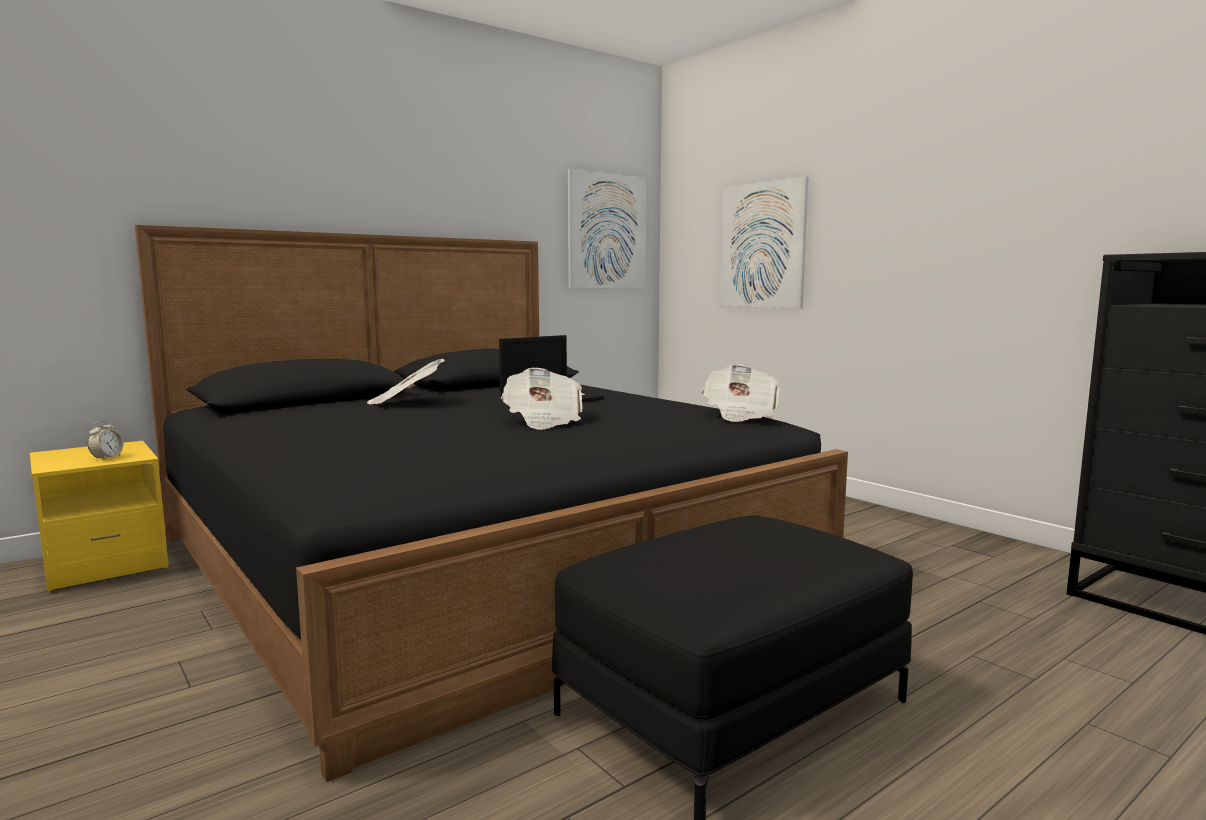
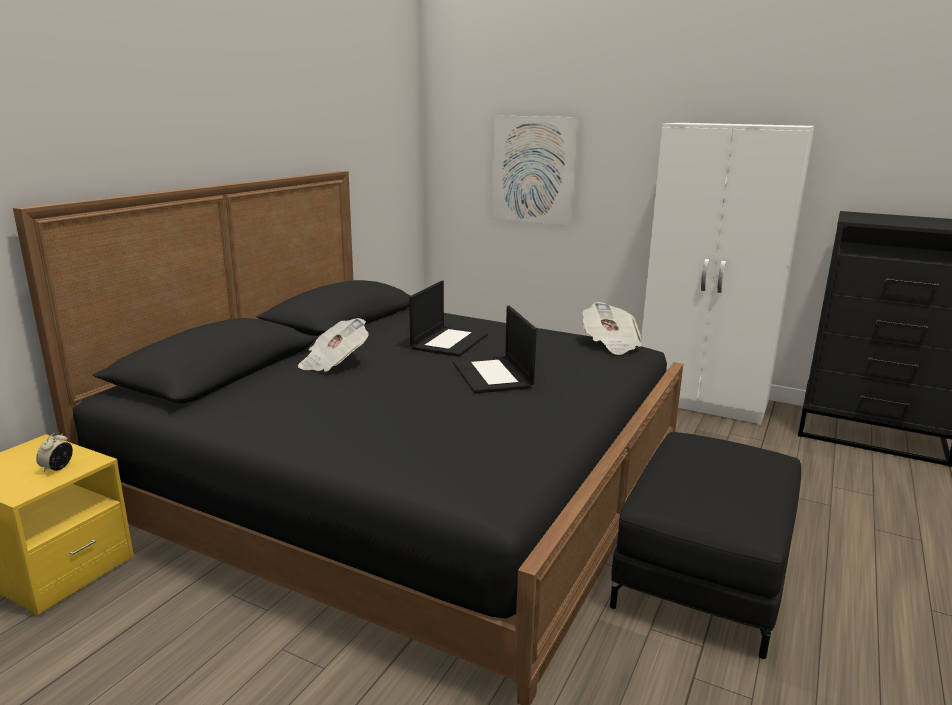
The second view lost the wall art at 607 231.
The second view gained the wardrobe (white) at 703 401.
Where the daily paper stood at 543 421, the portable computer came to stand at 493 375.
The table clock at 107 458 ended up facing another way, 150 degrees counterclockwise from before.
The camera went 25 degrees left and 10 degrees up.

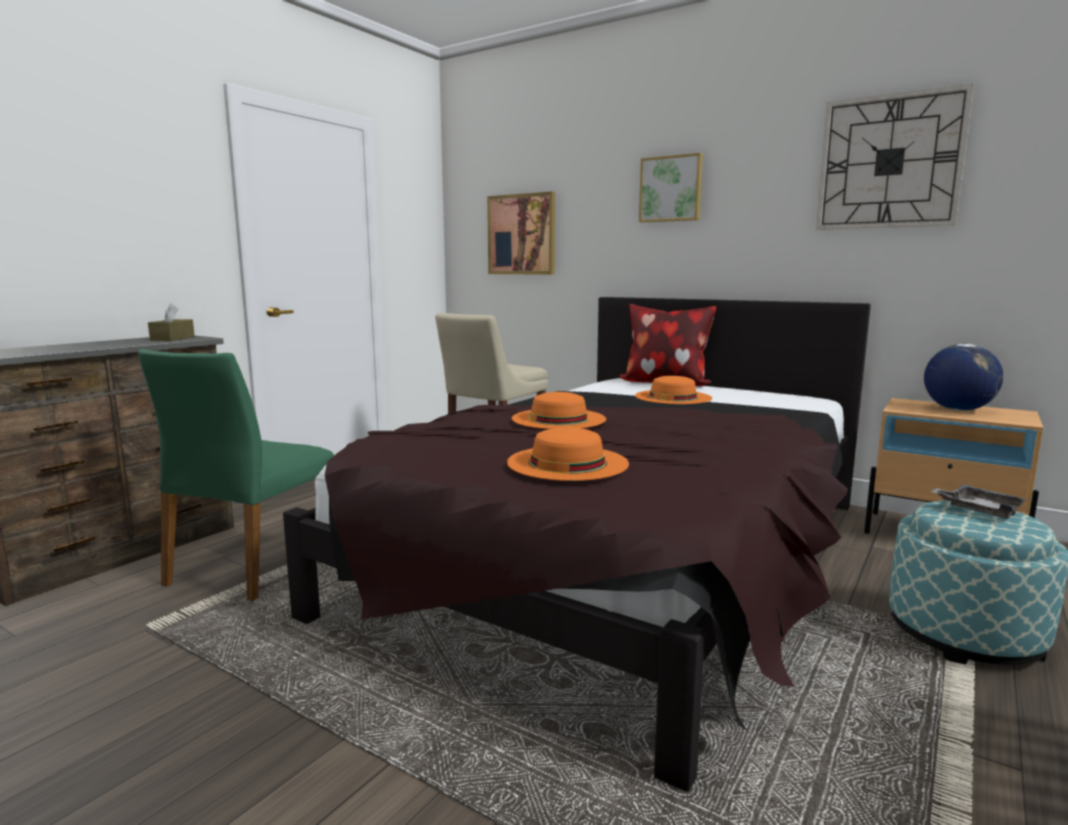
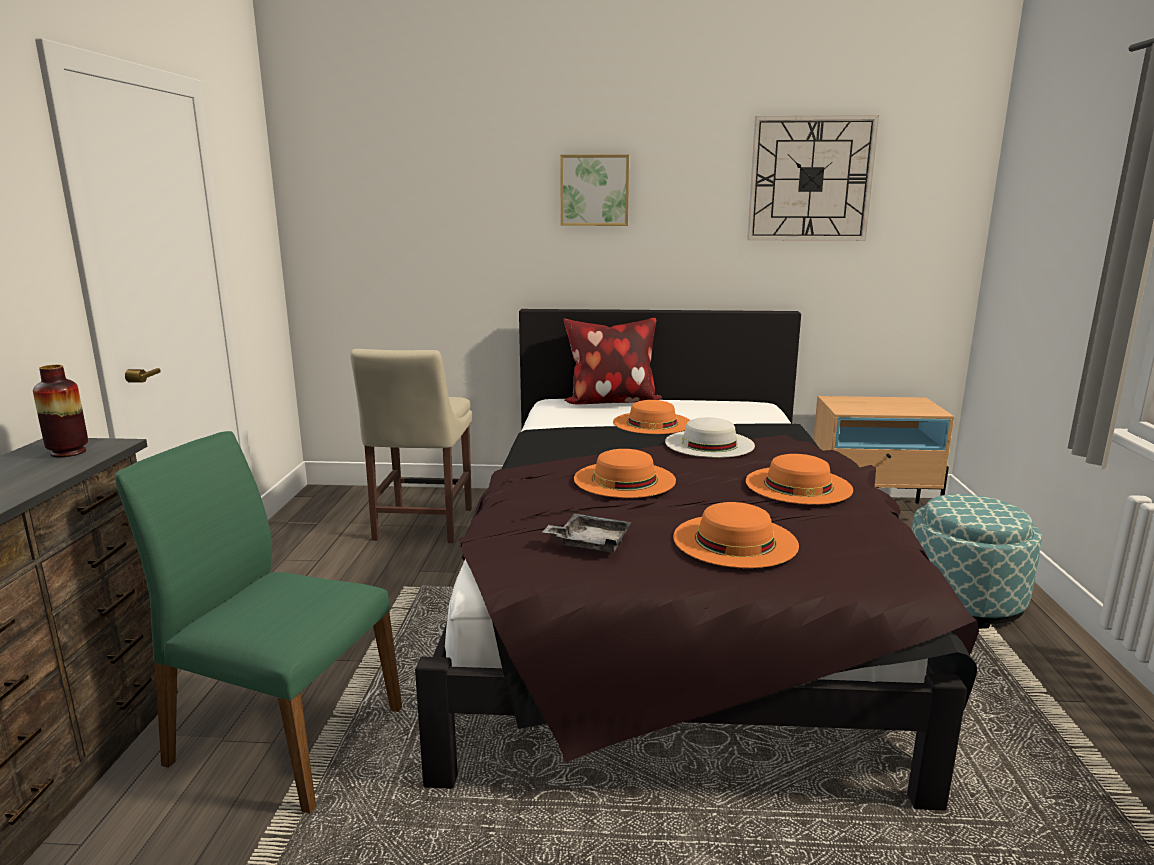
The second view lost the wall art at 522 234.
The second view lost the world globe at 957 410.
The second view gained the wearable hat (white) at 709 443.
The second view gained the wearable hat (orange) at 798 485.
The carrying tray (gray) ended up elsewhere, having gone from 979 510 to 590 543.
Where the box of tissues (brown) stood at 172 338, the vase came to stand at 68 452.
The upright chair (green-coloured) at 254 565 ended up facing another way, 120 degrees clockwise from before.
The camera went 30 degrees left and 5 degrees up.

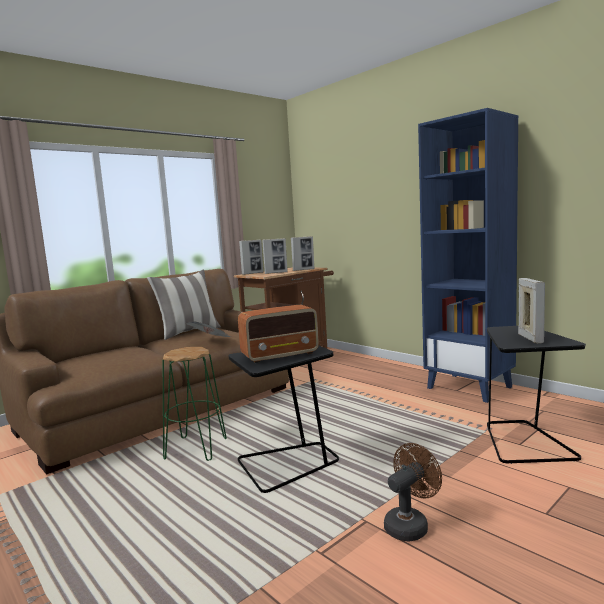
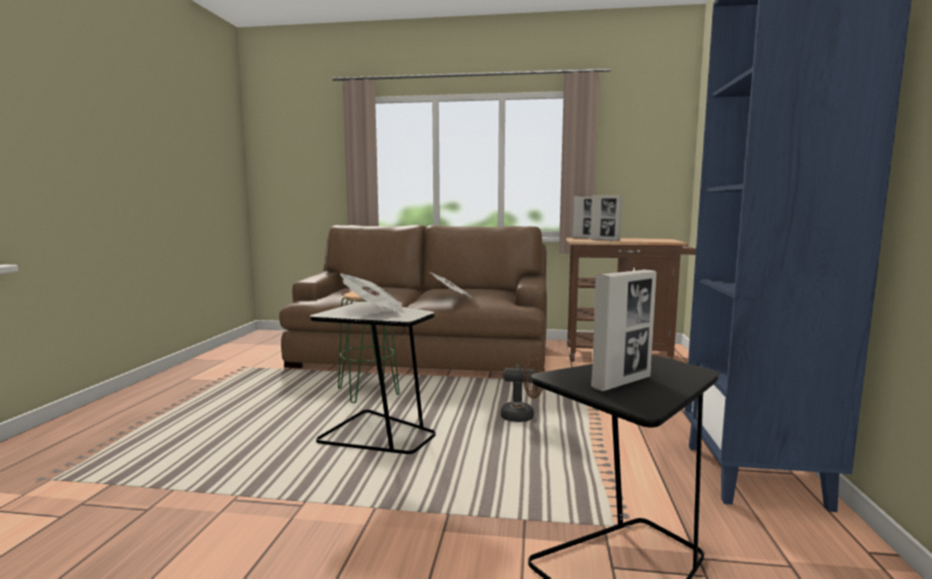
The second view lost the cushion at 188 332.
The second view lost the standing frame at 303 270.
The cooling fan (brown) ended up elsewhere, having gone from 410 524 to 523 416.
Where the radio set stood at 281 355, the daily paper came to stand at 375 311.
The camera went 50 degrees right and 0 degrees up.

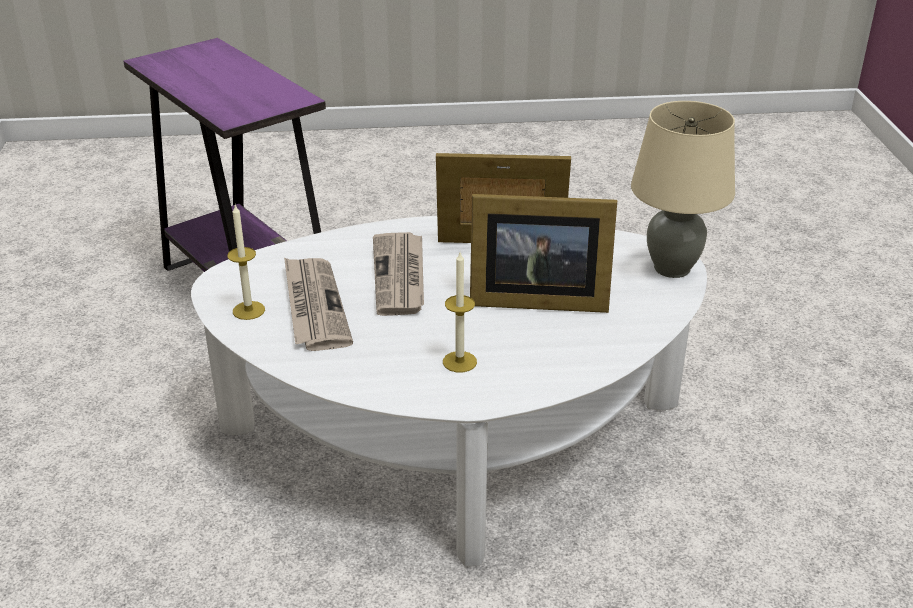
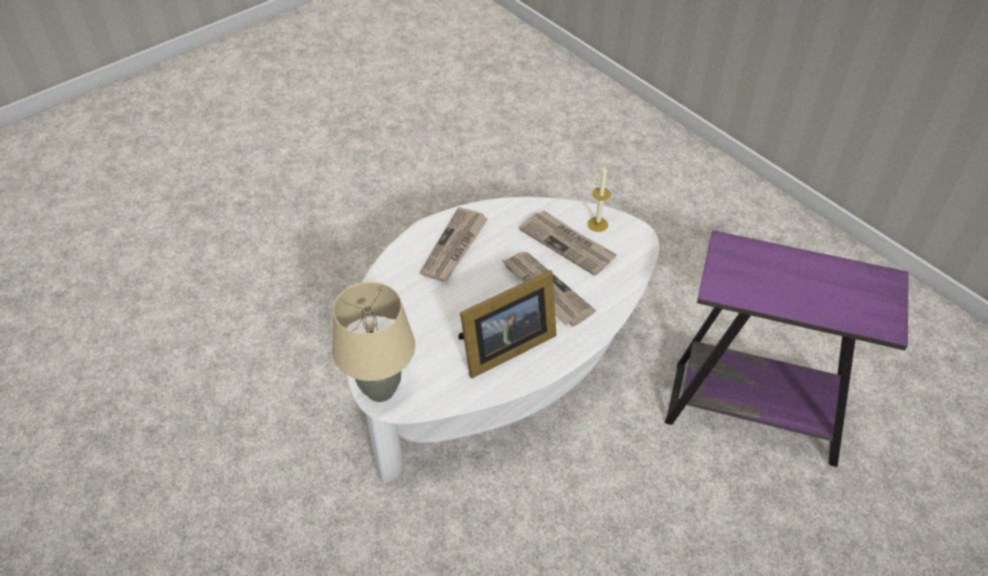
The second view lost the standing frame at 534 298.
Where the wax candle stood at 459 362, the daily paper came to stand at 454 247.
The camera went 145 degrees right and 15 degrees up.

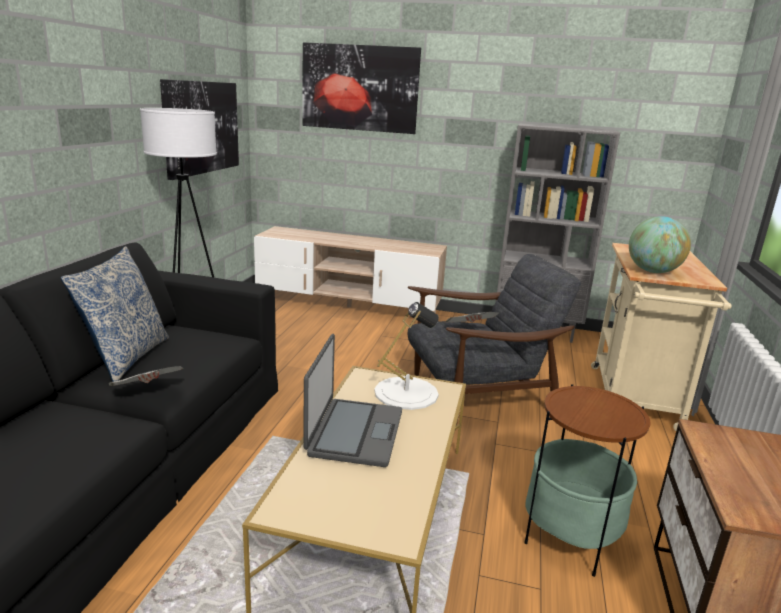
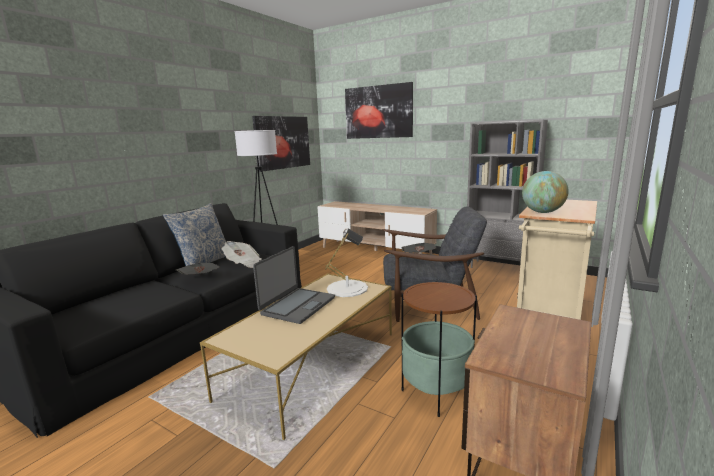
The second view gained the daily paper at 243 263.
The camera went 20 degrees right and 5 degrees down.

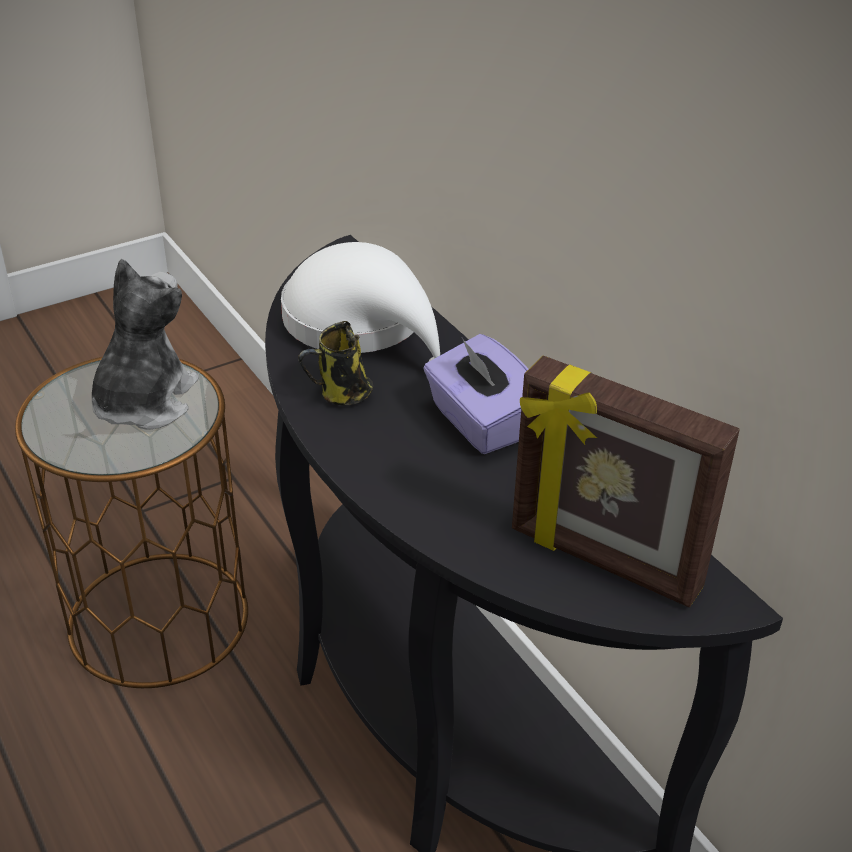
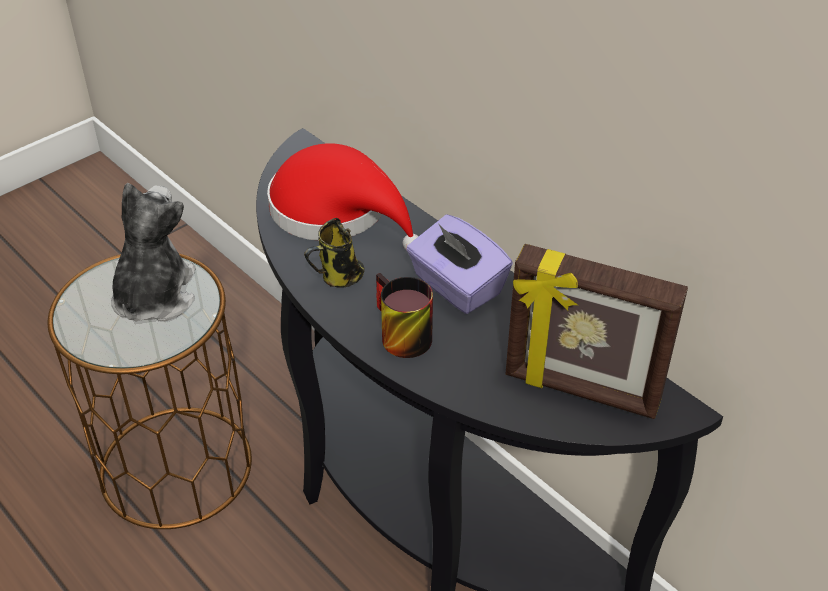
The second view gained the coffee mug at 397 336.
What was the wearable hat (white) at 362 324 turned into the wearable hat (reddish) at 337 211.
The camera went 10 degrees left and 5 degrees up.

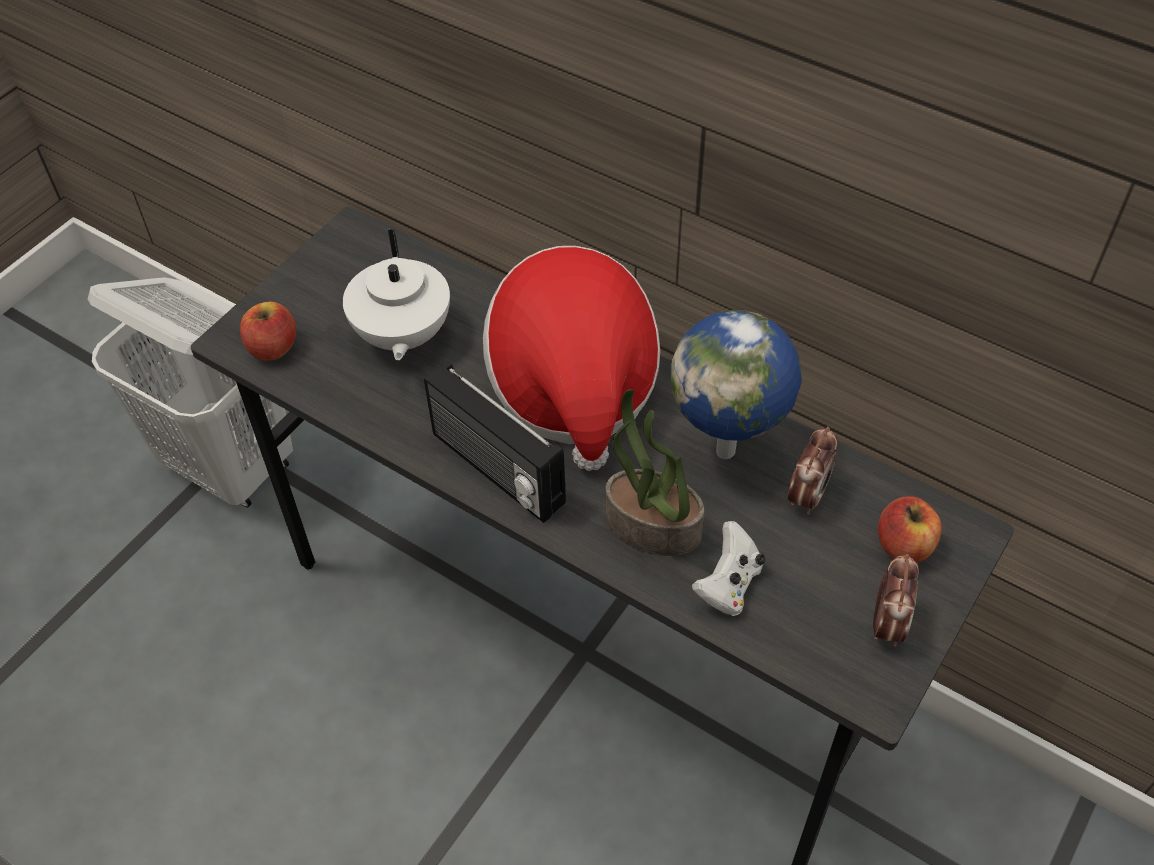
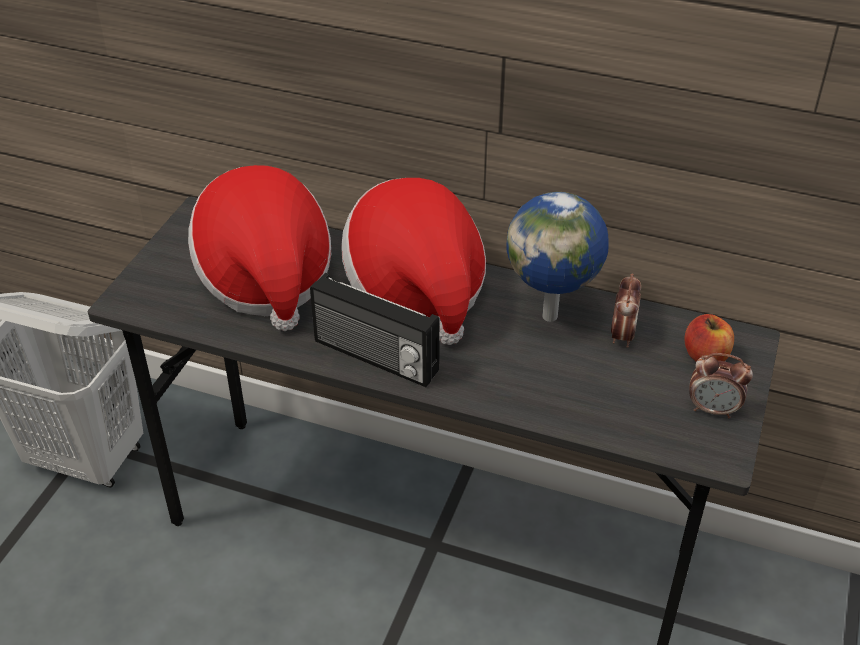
The second view lost the apple fruit at 272 347.
The second view lost the potted plant at 651 527.
The second view lost the game controller (white) at 728 585.
Where the pot for tea (white) stood at 402 336, the wearable hat came to stand at 265 278.
The table clock at 887 624 ended up facing another way, 105 degrees clockwise from before.
The camera went 15 degrees left and 10 degrees down.

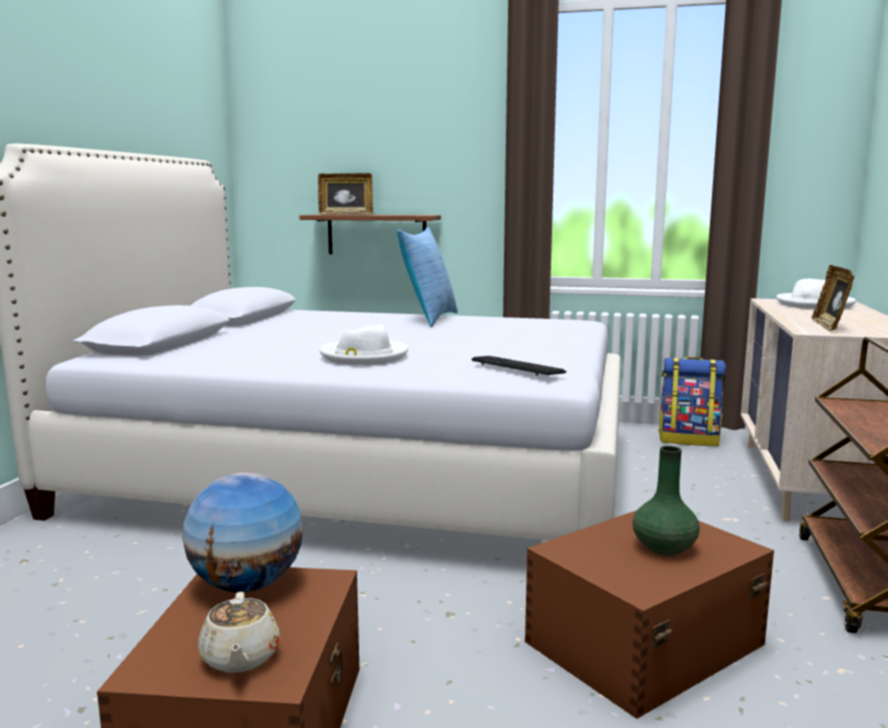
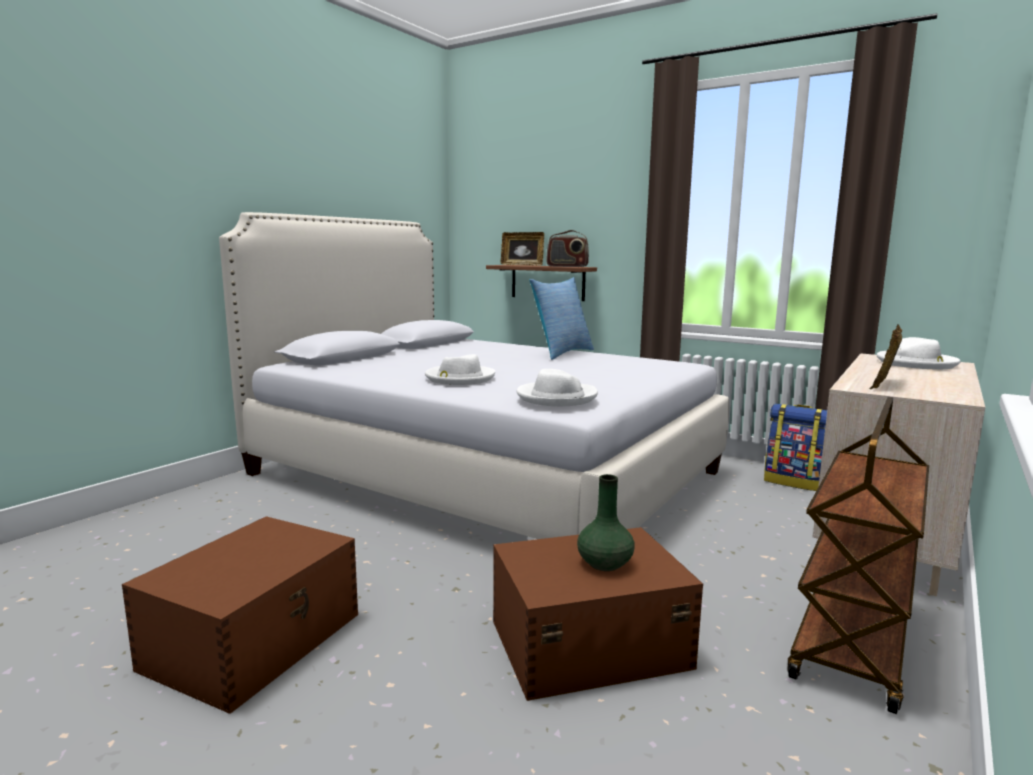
The second view lost the world globe at 246 585.
The second view lost the pot for tea (beige-coloured) at 240 658.
The second view gained the radio set at 567 266.
Where the computer keyboard stood at 517 368, the wearable hat (white) came to stand at 556 397.
The camera went 20 degrees right and 0 degrees up.

